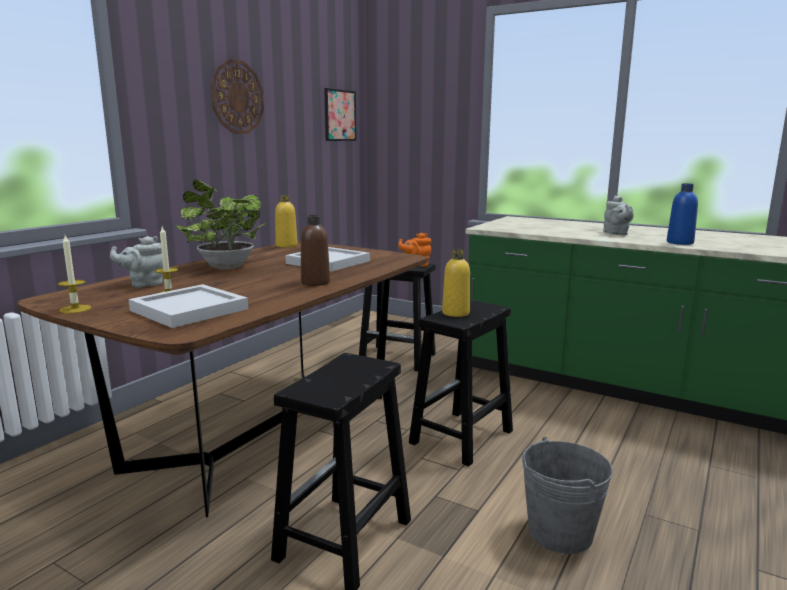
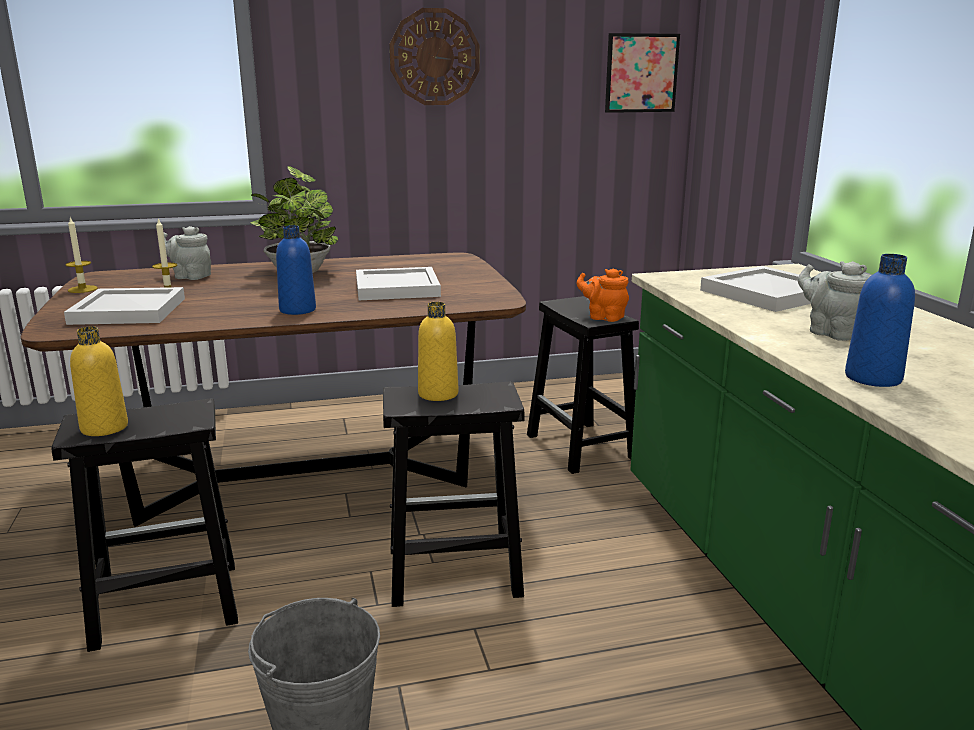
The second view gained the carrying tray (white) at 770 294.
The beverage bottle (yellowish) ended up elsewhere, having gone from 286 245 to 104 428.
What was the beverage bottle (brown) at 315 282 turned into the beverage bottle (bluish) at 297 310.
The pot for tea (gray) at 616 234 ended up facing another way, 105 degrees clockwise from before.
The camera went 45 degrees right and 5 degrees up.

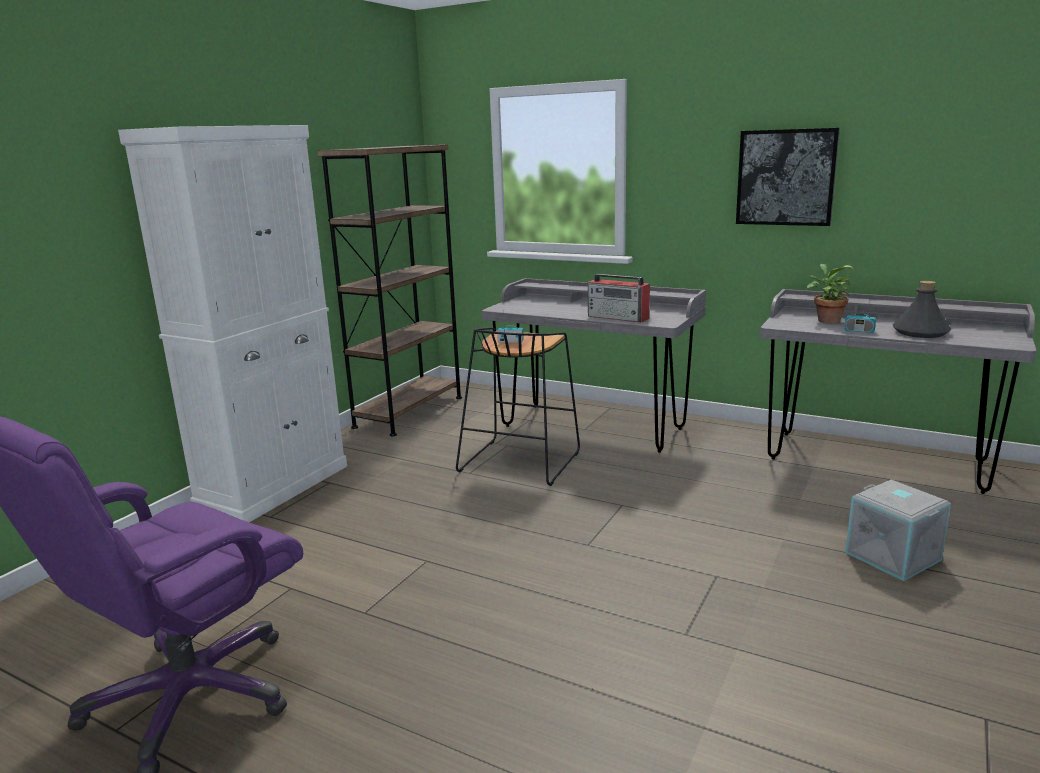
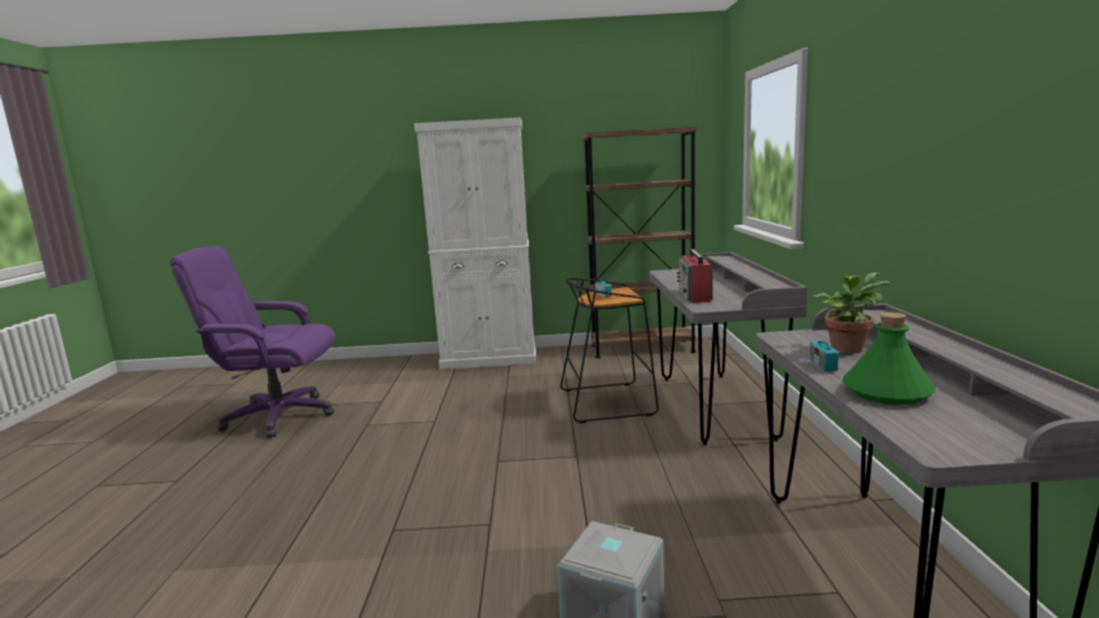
The second view lost the wall art at 786 177.
What was the beverage bottle (gray) at 920 332 turned into the beverage bottle (green-coloured) at 886 392.
The camera went 60 degrees right and 5 degrees down.

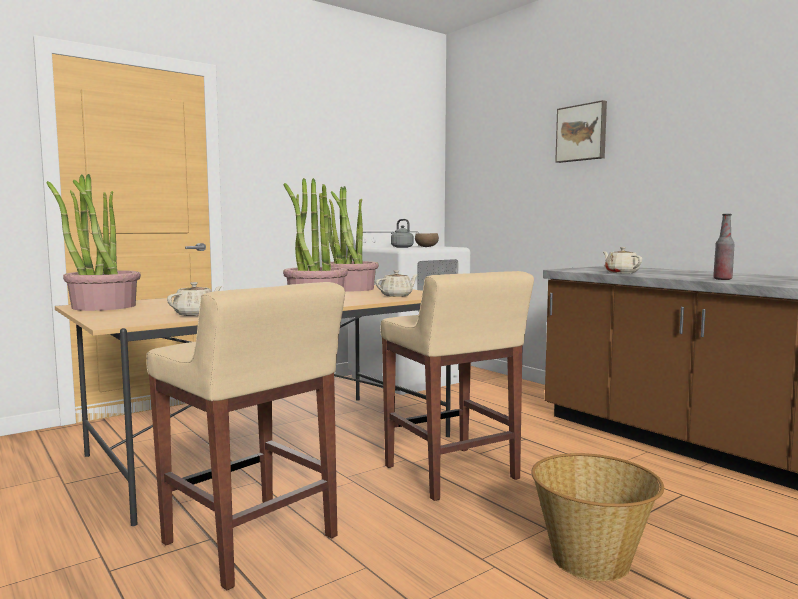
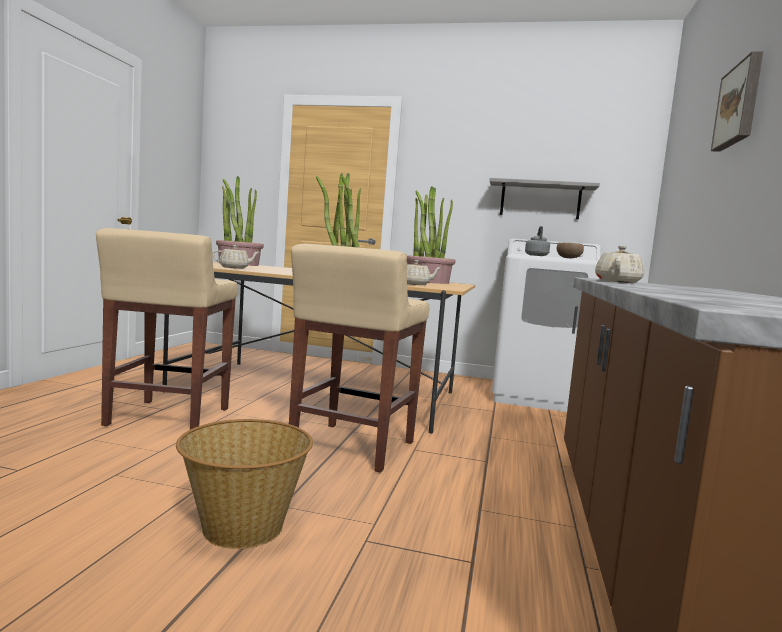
The second view lost the beverage bottle at 722 279.
The second view gained the bracket shelf (gray) at 540 200.
The camera went 50 degrees right and 0 degrees up.

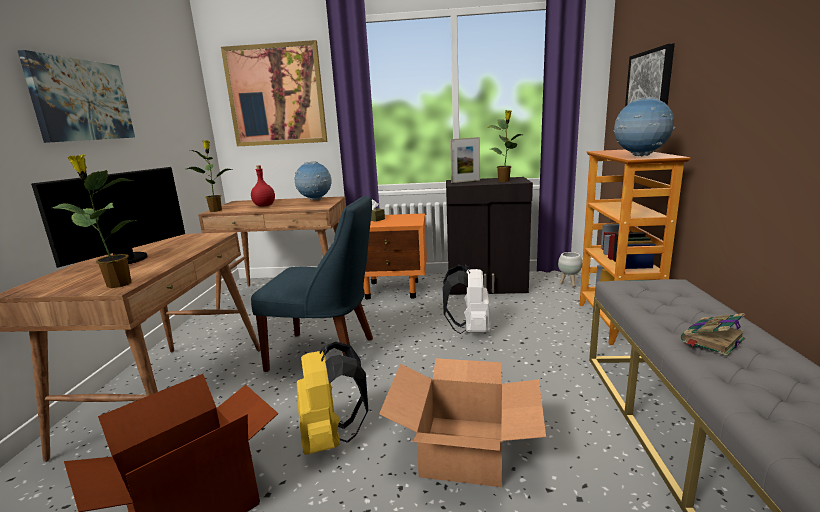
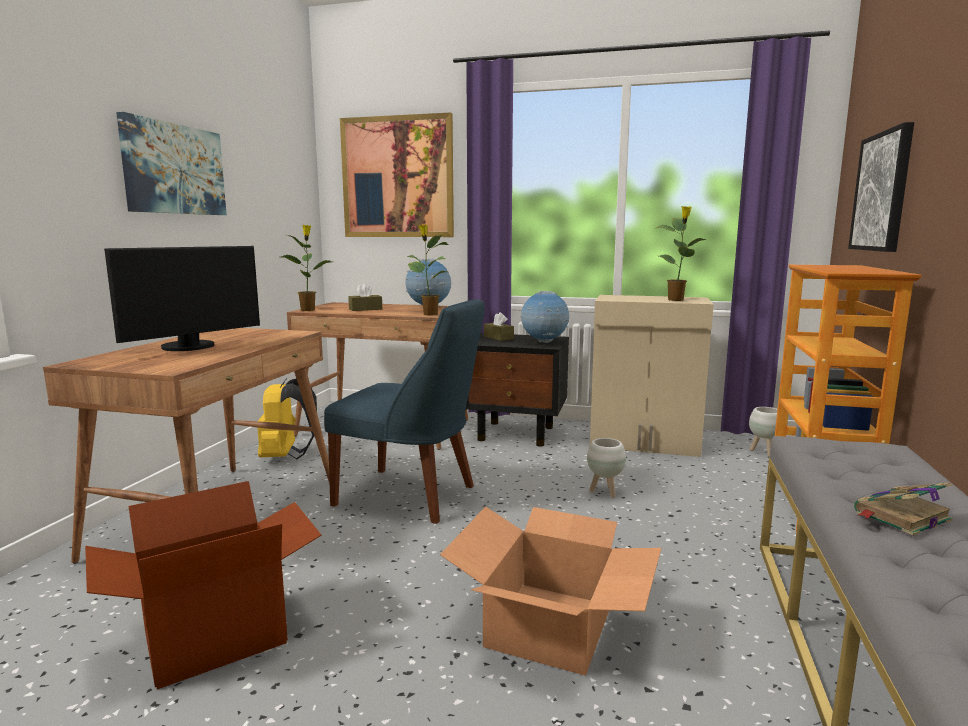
The second view lost the standing frame at 465 181.
The potted plant ended up elsewhere, having gone from 117 284 to 429 314.
The rucksack (yellowish) ended up elsewhere, having gone from 331 438 to 286 456.
The world globe ended up elsewhere, having gone from 640 156 to 544 342.
Where the beverage bottle (reddish) stood at 264 206, the box of tissues (brown) came to stand at 365 309.
Where the rucksack (white) stood at 470 330, the planter (white) came to stand at 604 492.
What was the bedside table (orange) at 393 289 turned into the bedside table (blackish) at 517 433.
What was the storage cabinet (blackish) at 487 286 turned into the storage cabinet (beige-coloured) at 645 443.
The camera went 10 degrees right and 5 degrees down.

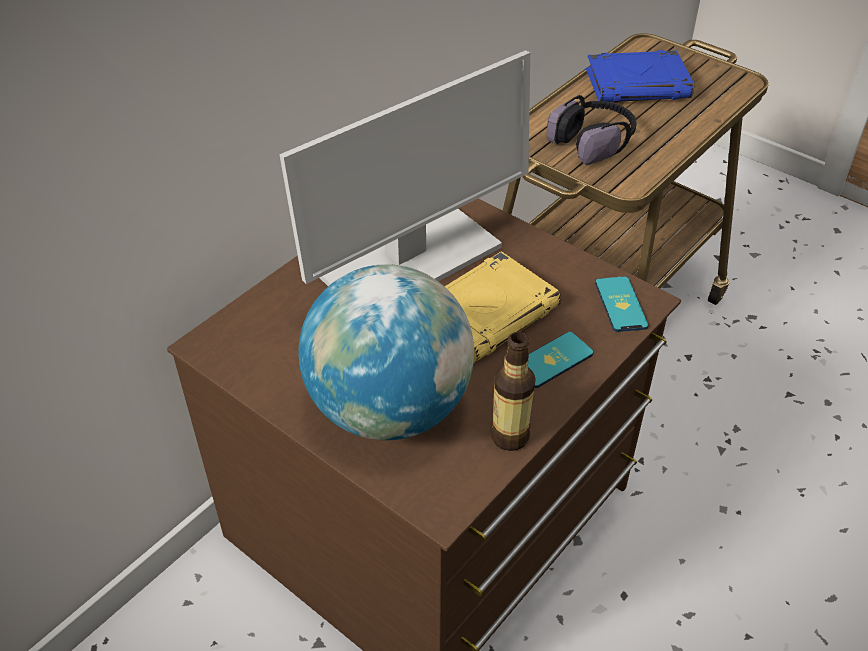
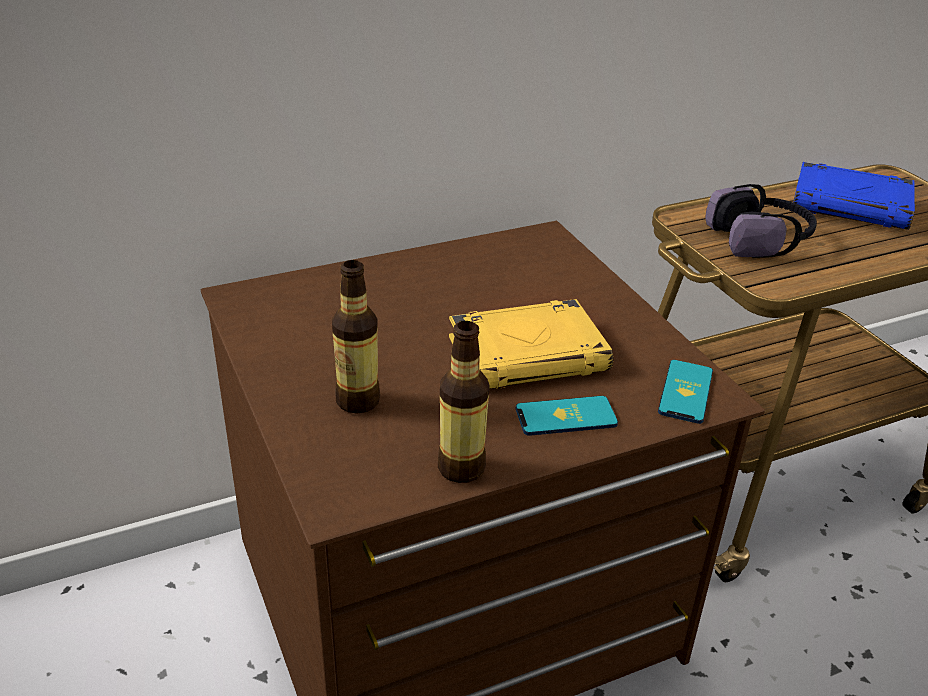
The second view lost the computer screen at 409 262.
Where the world globe stood at 389 408, the beverage bottle came to stand at 358 401.
The camera went 25 degrees right and 10 degrees down.

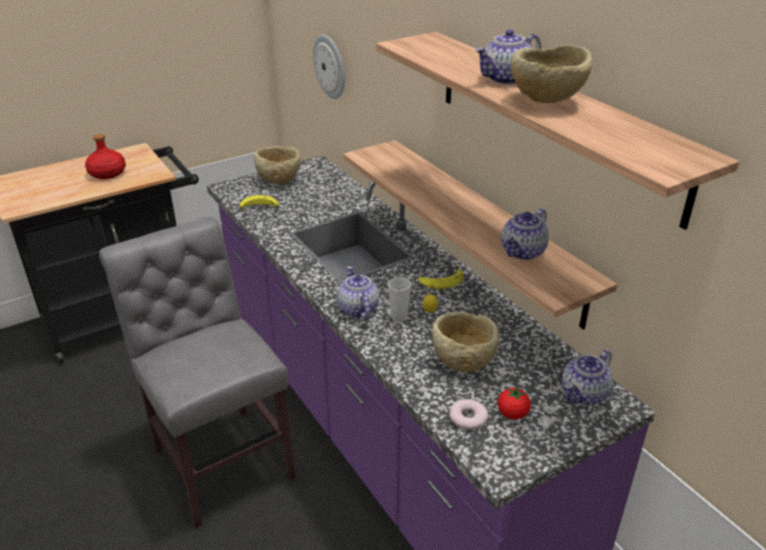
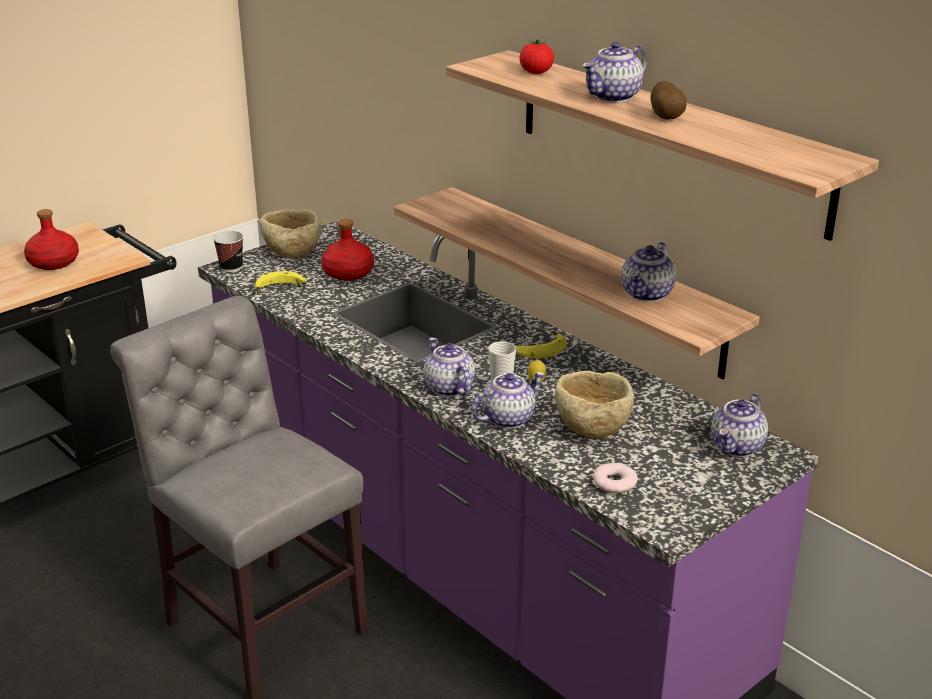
The second view lost the clock on the wall at 330 66.
The second view gained the drinking cup at 231 267.
The second view gained the beverage bottle (reddish) at 348 273.
The second view gained the pot for tea at 508 418.
The whole tomato ended up elsewhere, having gone from 512 414 to 536 73.
Where the deep dish (beige-coloured) stood at 546 102, the spud came to stand at 667 117.
The camera went 10 degrees left and 5 degrees down.

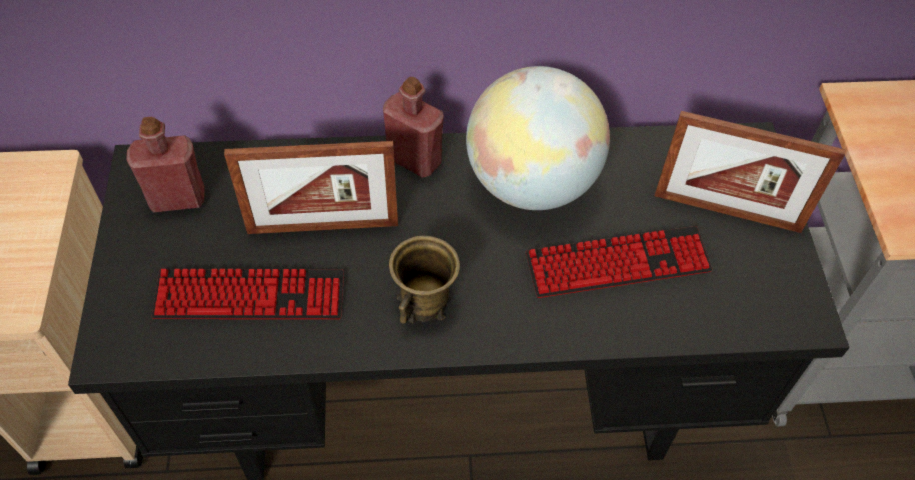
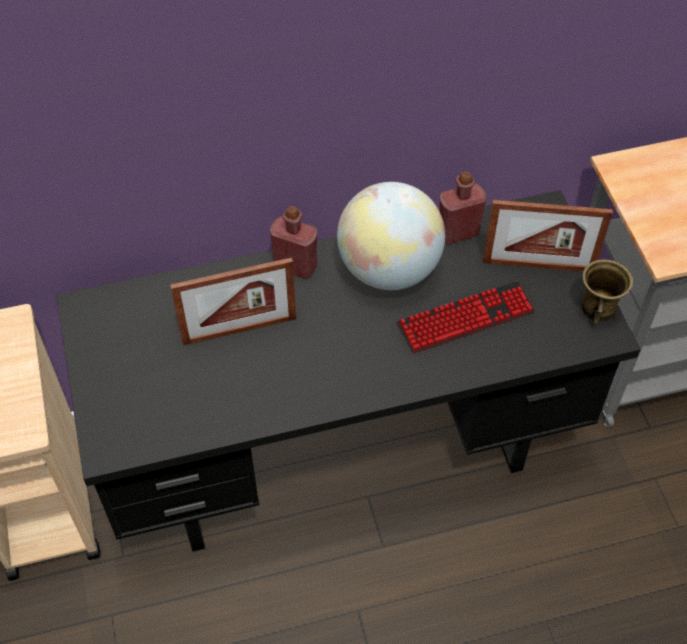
The second view lost the computer keyboard at 250 296.
The beverage bottle (reddish) ended up elsewhere, having gone from 177 198 to 458 232.
The coffee mug (brown) ended up elsewhere, having gone from 425 302 to 598 308.
The camera went 10 degrees left and 0 degrees up.

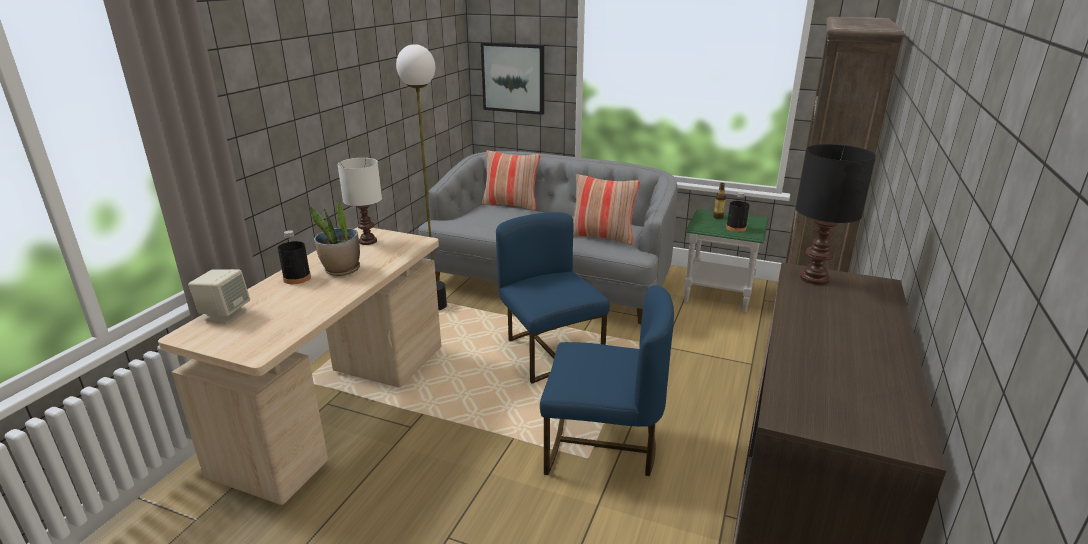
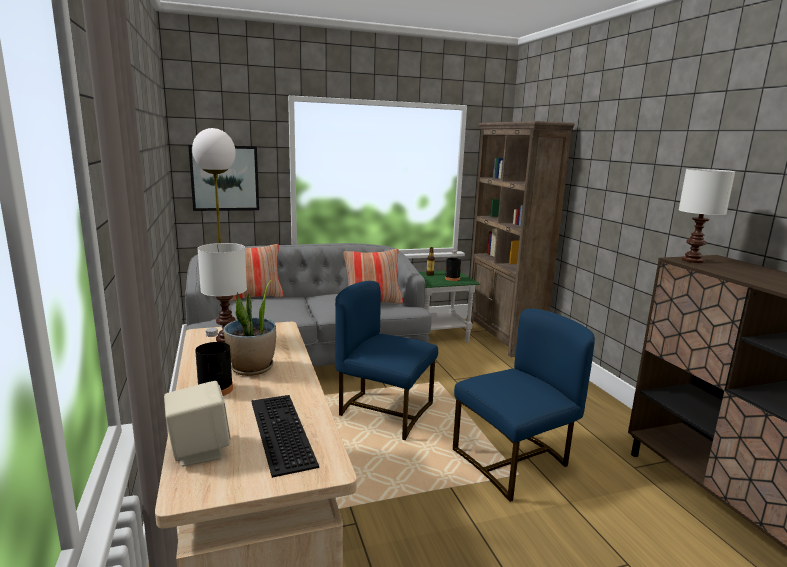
The second view gained the computer keyboard at 278 431.
What was the tabletop lamp (blackish) at 815 279 turned into the tabletop lamp (white) at 693 261.
The camera went 40 degrees left and 10 degrees down.

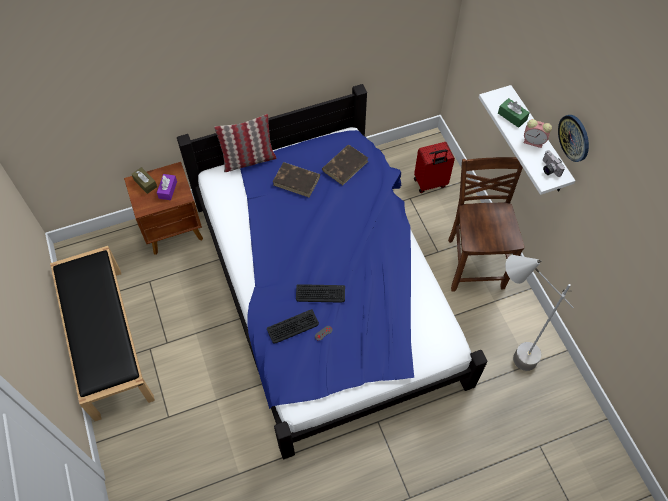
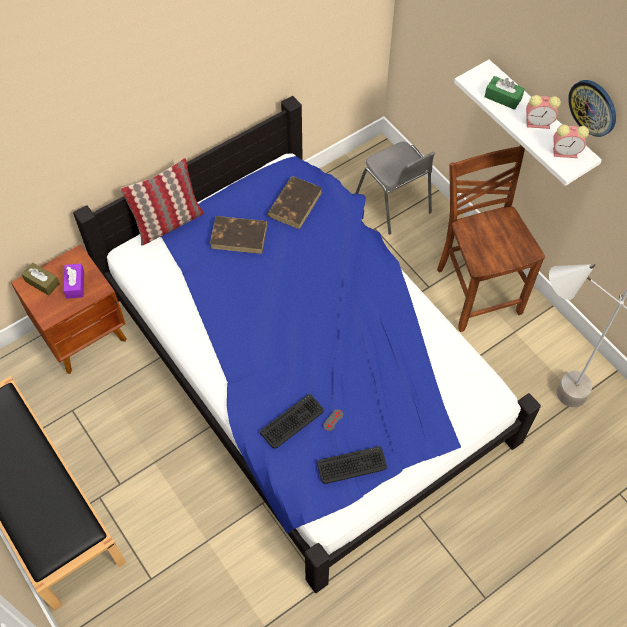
The computer keyboard ended up elsewhere, having gone from 320 294 to 351 465.
Where the suitcase (reddish) stood at 430 183, the upright chair (gray) came to stand at 394 205.
Where the still camera stood at 548 169, the table clock came to stand at 566 152.
The camera went 15 degrees left and 0 degrees up.

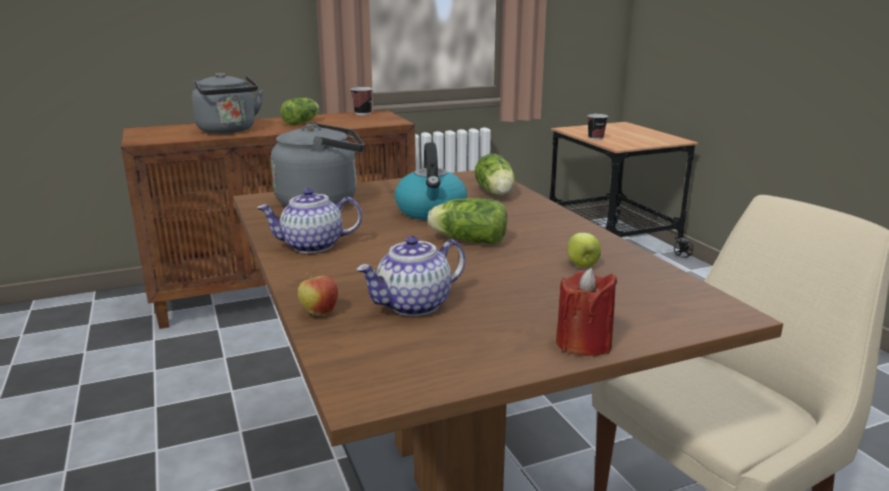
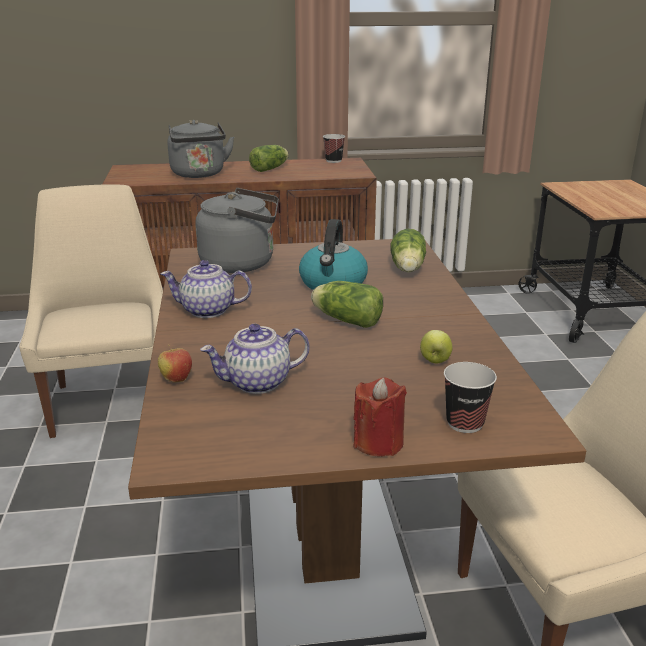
The second view gained the upright chair (beige-coloured) at 112 401.
The drinking cup ended up elsewhere, having gone from 595 138 to 465 423.
The camera went 15 degrees right and 5 degrees up.

